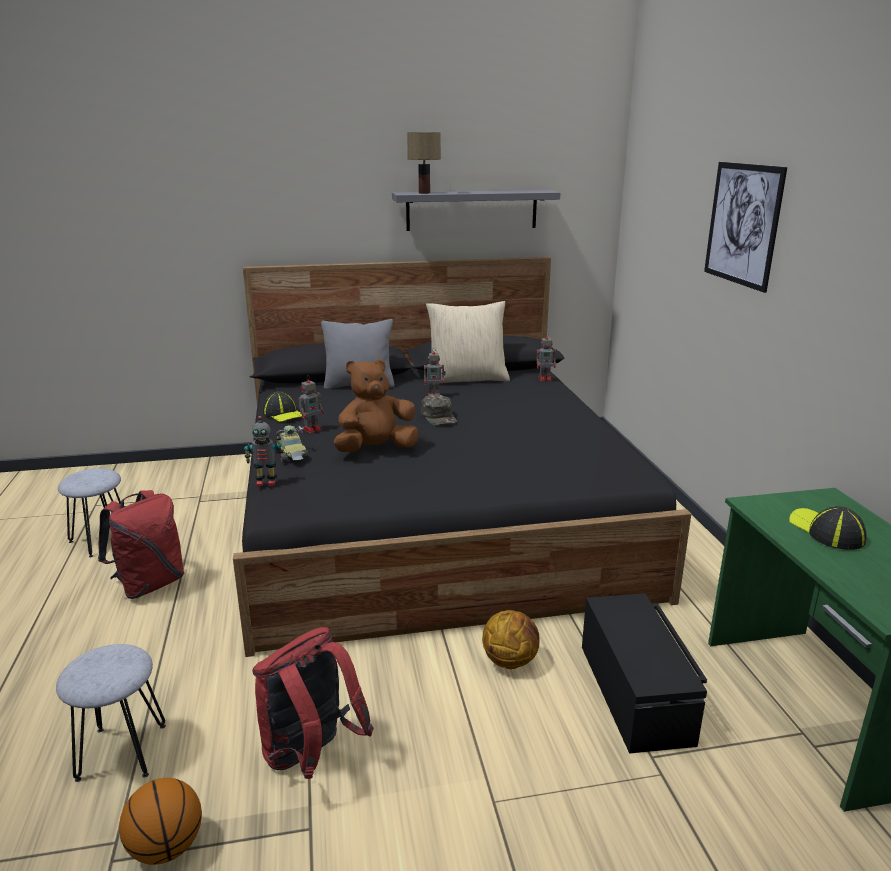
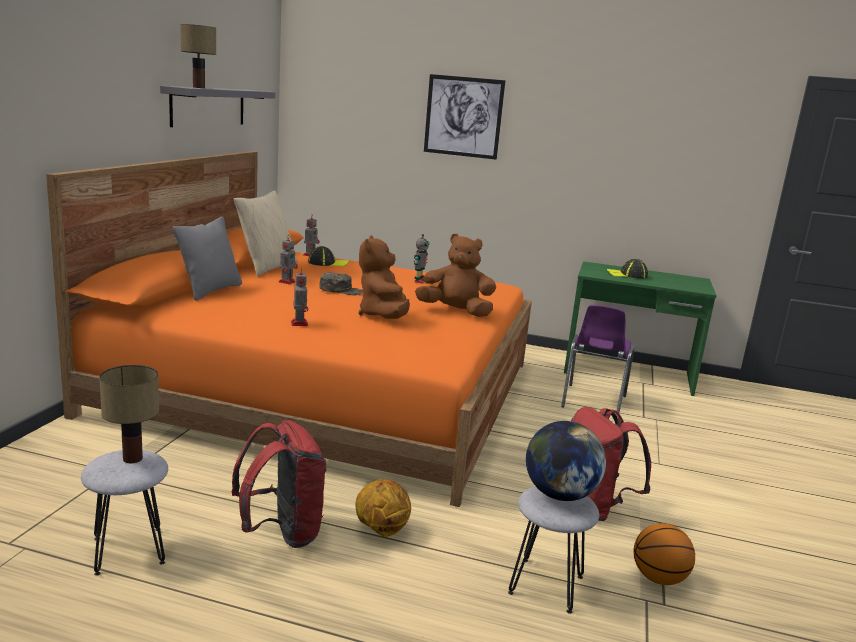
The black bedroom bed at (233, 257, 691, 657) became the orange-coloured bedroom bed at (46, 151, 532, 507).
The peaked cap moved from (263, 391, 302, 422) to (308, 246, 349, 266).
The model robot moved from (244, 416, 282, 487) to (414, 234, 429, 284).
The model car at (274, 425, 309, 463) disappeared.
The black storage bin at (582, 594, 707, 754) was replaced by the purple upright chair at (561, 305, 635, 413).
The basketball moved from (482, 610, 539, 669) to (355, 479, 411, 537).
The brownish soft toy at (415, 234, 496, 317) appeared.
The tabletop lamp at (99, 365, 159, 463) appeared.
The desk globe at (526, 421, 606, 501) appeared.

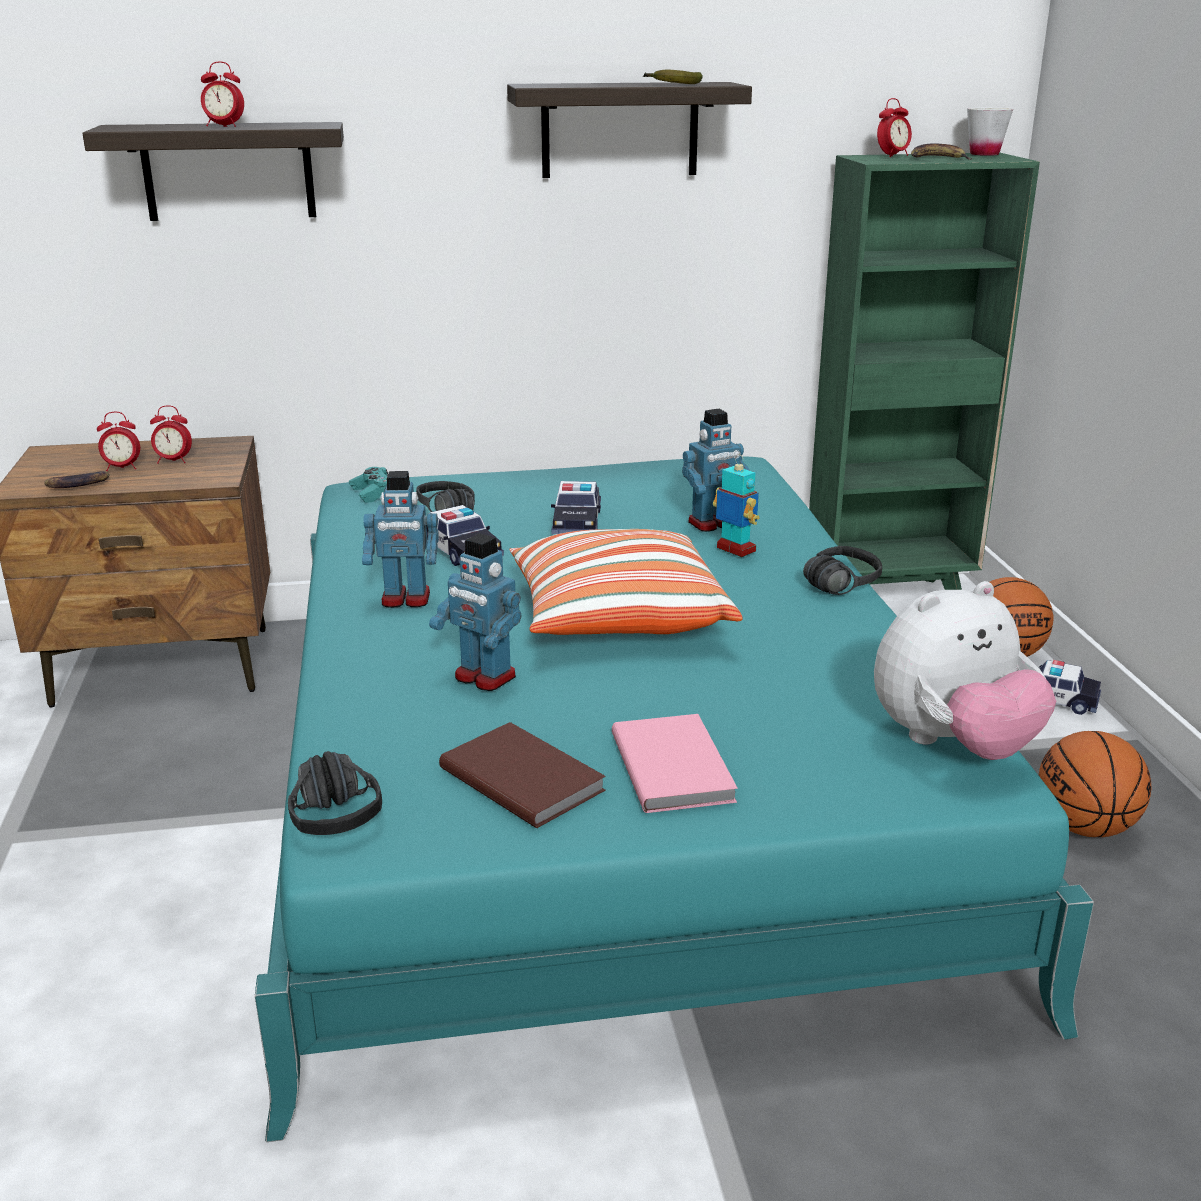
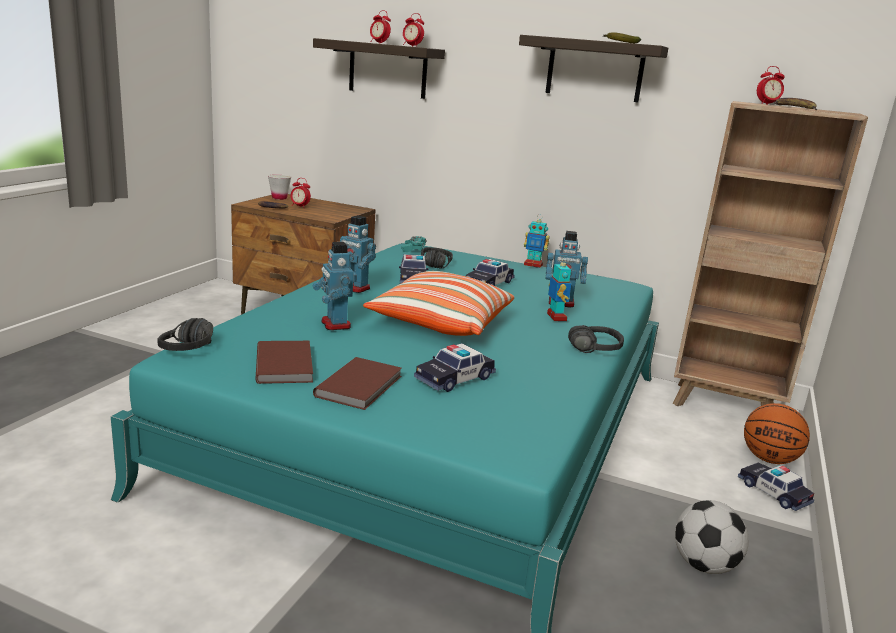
The white-coloured cup moved from (967, 107, 1013, 156) to (268, 174, 291, 200).
The green bookcase at (809, 153, 1040, 590) became the brownish bookcase at (673, 101, 868, 406).
The table clock moved from (150, 405, 192, 464) to (403, 13, 424, 47).
The soft toy at (874, 581, 1056, 760) disappeared.
The pink bound book at (612, 714, 738, 813) became the brownish bound book at (313, 357, 402, 410).
The basketball at (1039, 731, 1151, 837) was replaced by the ball for football at (675, 500, 749, 574).
The model robot at (524, 214, 550, 268) appeared.
The model car at (414, 343, 496, 392) appeared.

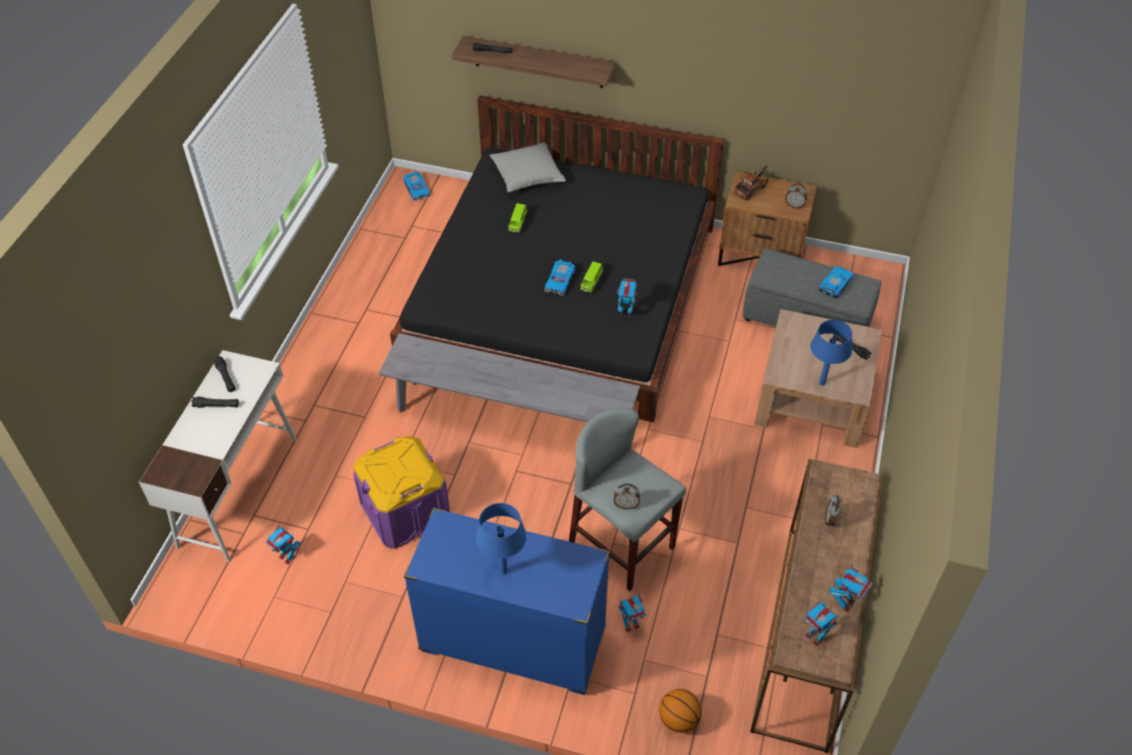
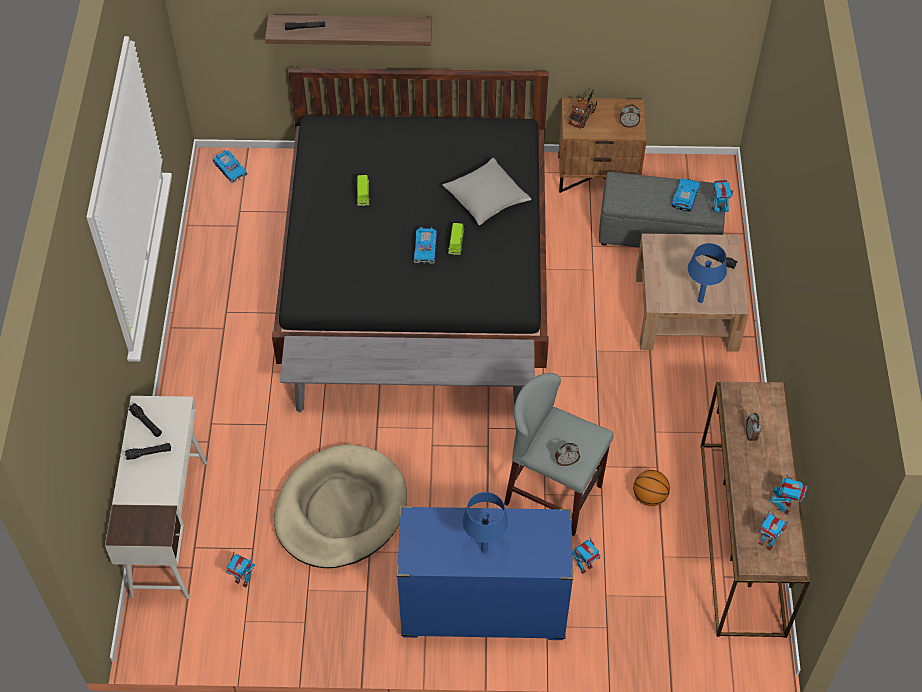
The grey throw pillow moved from (490, 142, 566, 192) to (442, 158, 531, 225).
The model robot moved from (617, 278, 637, 317) to (712, 180, 733, 216).
The purple storage bin at (353, 436, 450, 549) was replaced by the sand-coloured dog cushion at (274, 444, 407, 568).
The basketball moved from (659, 689, 702, 733) to (633, 470, 670, 506).

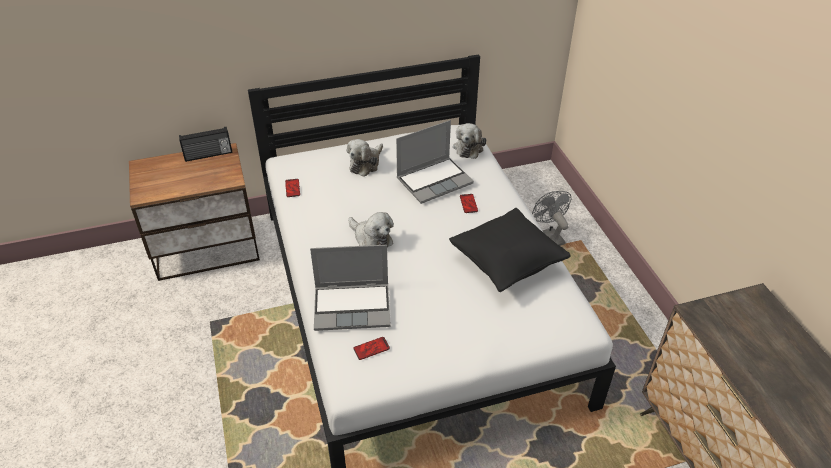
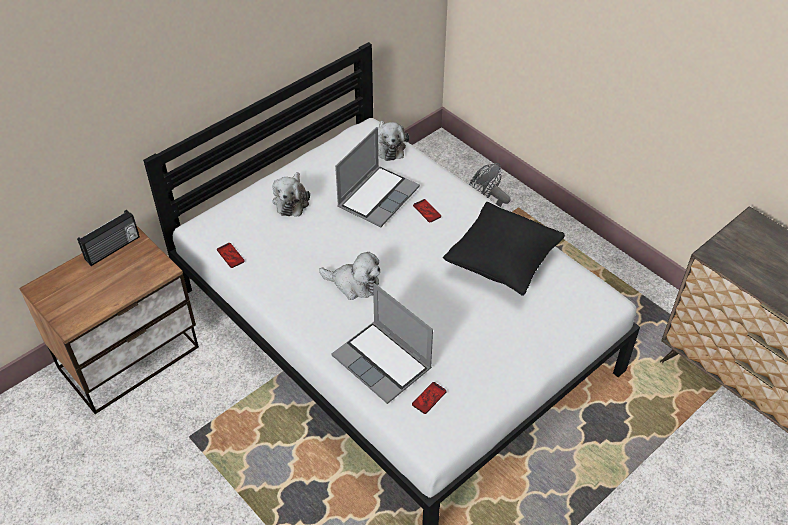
The portable computer at (310, 245, 391, 331) turned 75 degrees clockwise.

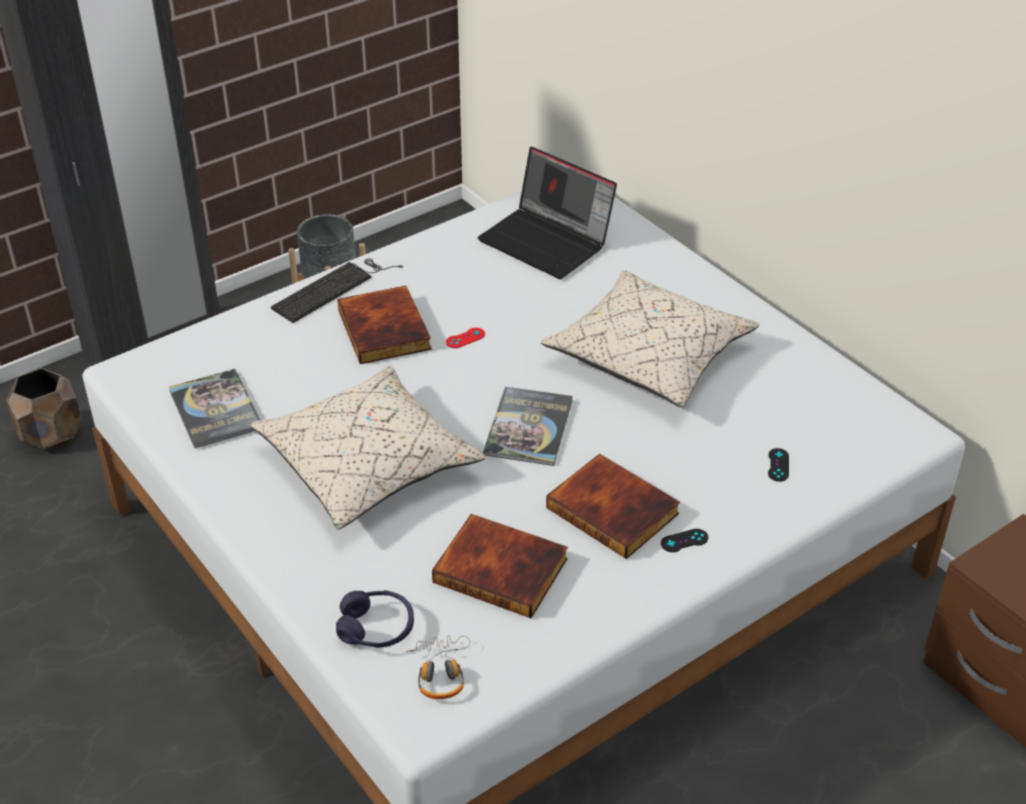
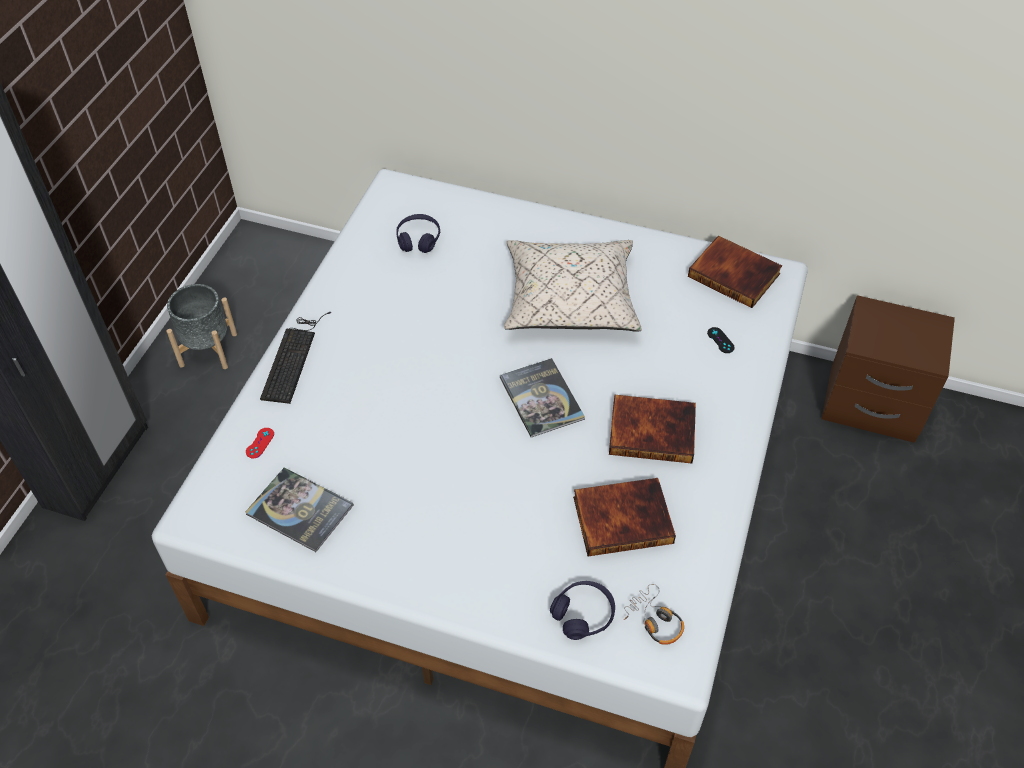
The portable computer at (478, 147, 617, 279) was replaced by the purple headset at (396, 214, 440, 253).
The bound book moved from (337, 286, 432, 364) to (688, 236, 782, 308).
The red-coloured joypad moved from (446, 328, 485, 348) to (246, 428, 274, 458).
The sand-coloured throw pillow at (250, 366, 486, 530) disappeared.
The brownish planter at (6, 368, 82, 451) disappeared.
The black joypad at (661, 529, 708, 552) disappeared.

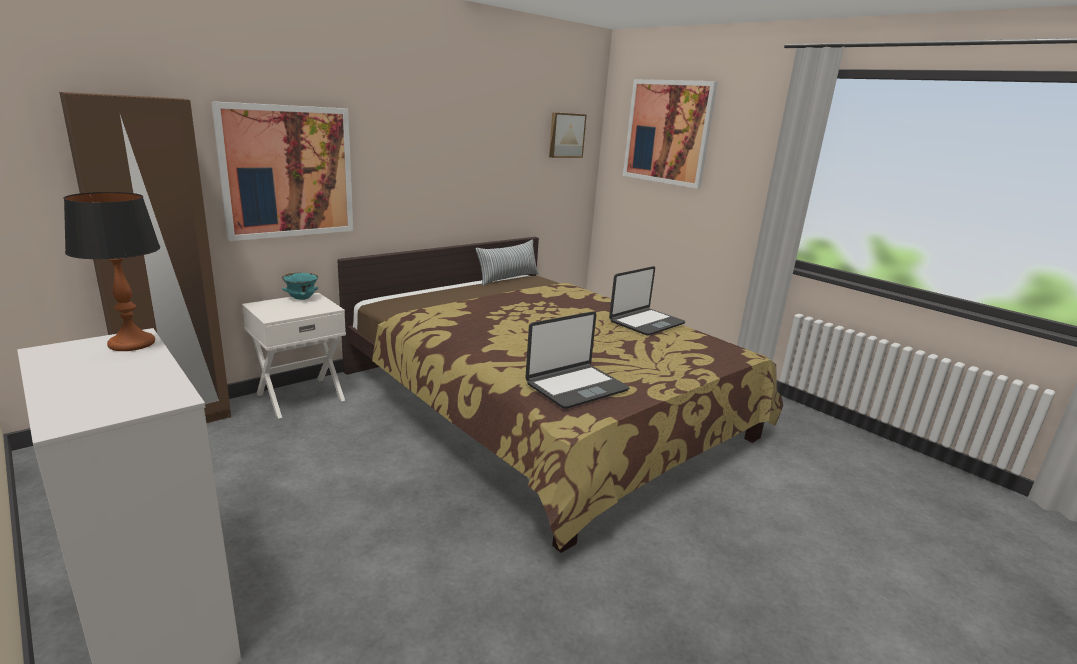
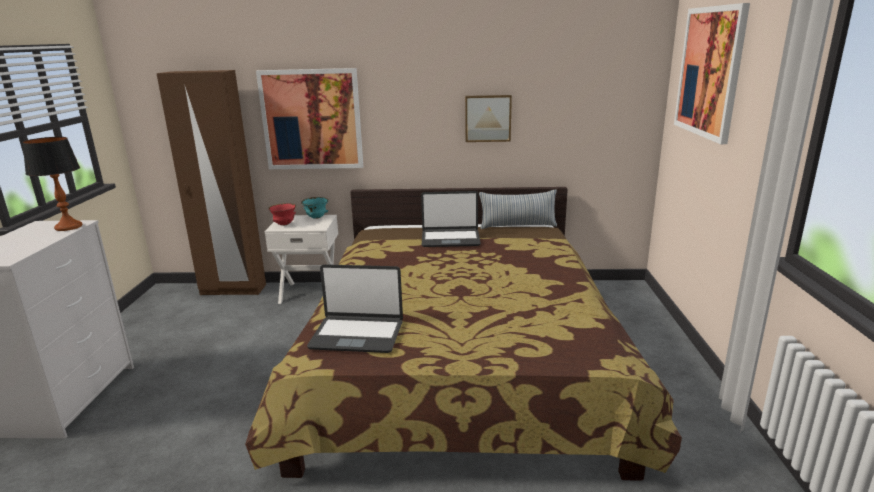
The wall picture moved from (549, 112, 587, 158) to (465, 95, 512, 142).
The portable computer moved from (609, 266, 686, 336) to (421, 191, 481, 247).
The red-coloured bowl at (268, 203, 296, 226) appeared.

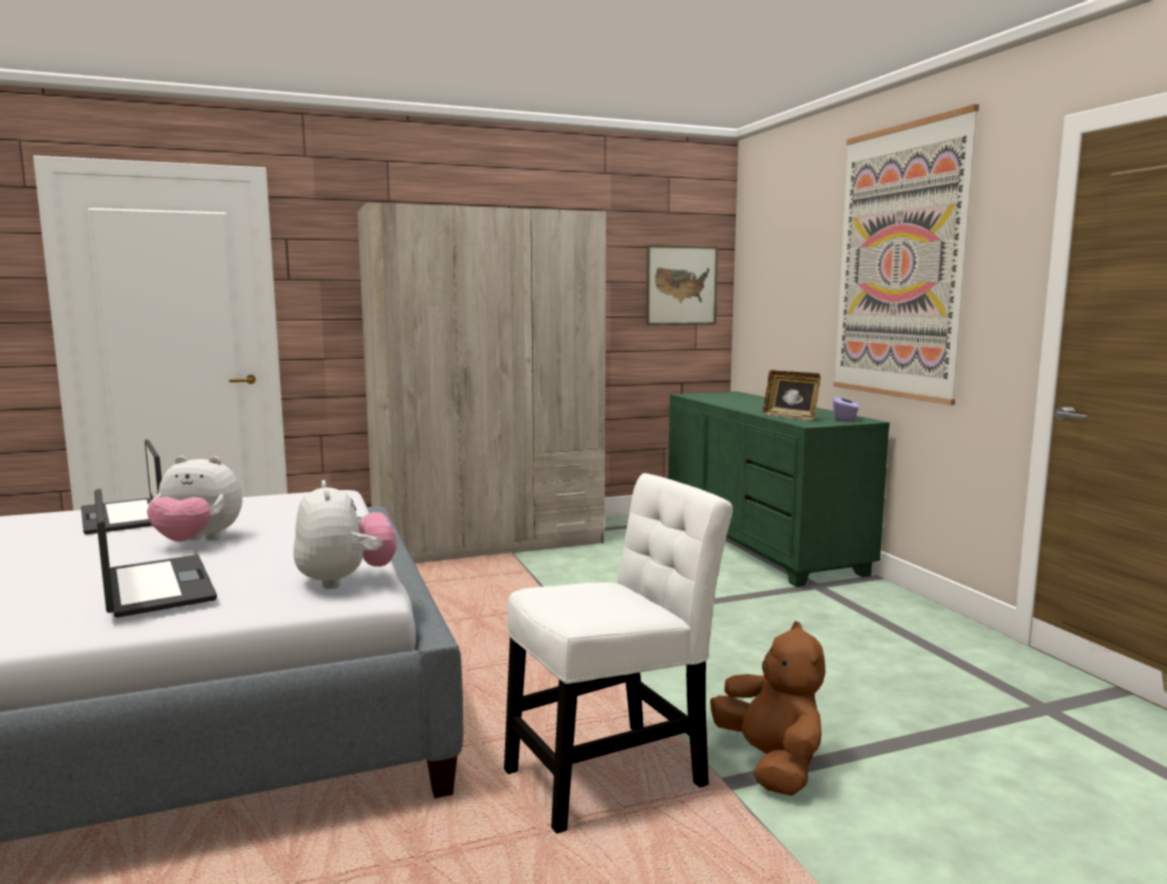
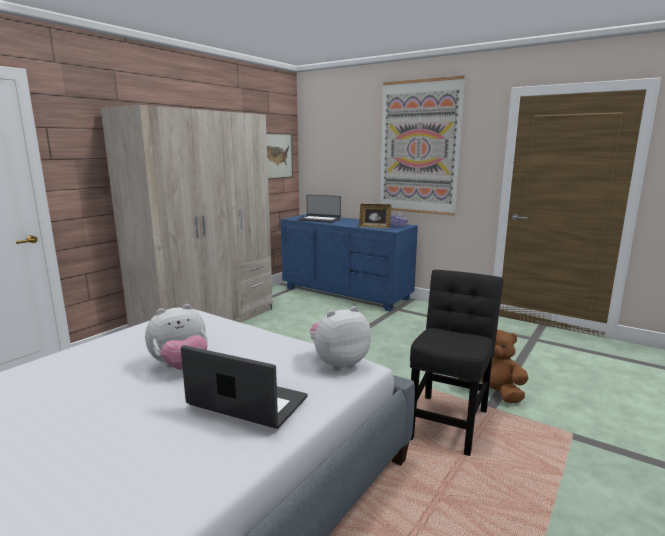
The green chest of drawers at (668, 391, 890, 587) became the blue chest of drawers at (281, 214, 418, 311).
The portable computer moved from (81, 439, 162, 535) to (297, 194, 341, 223).
The white-coloured upright chair at (504, 473, 733, 834) became the black upright chair at (410, 270, 503, 456).
The soft toy at (293, 480, 397, 589) turned 60 degrees counterclockwise.

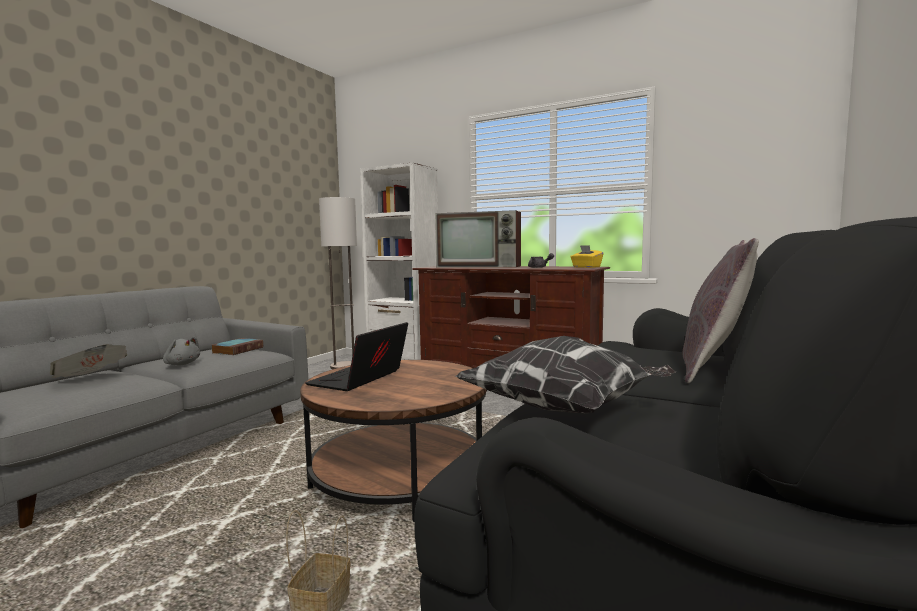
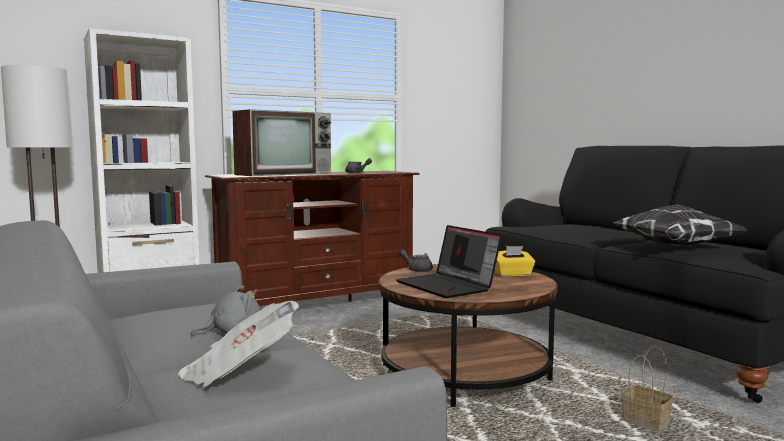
The grey throw pillow at (682, 238, 759, 383) disappeared.
The yellow-coloured box of tissues moved from (570, 245, 604, 268) to (494, 246, 535, 277).
The bound book at (212, 338, 263, 355) disappeared.
The grey pot for tea at (399, 249, 433, 272) appeared.

